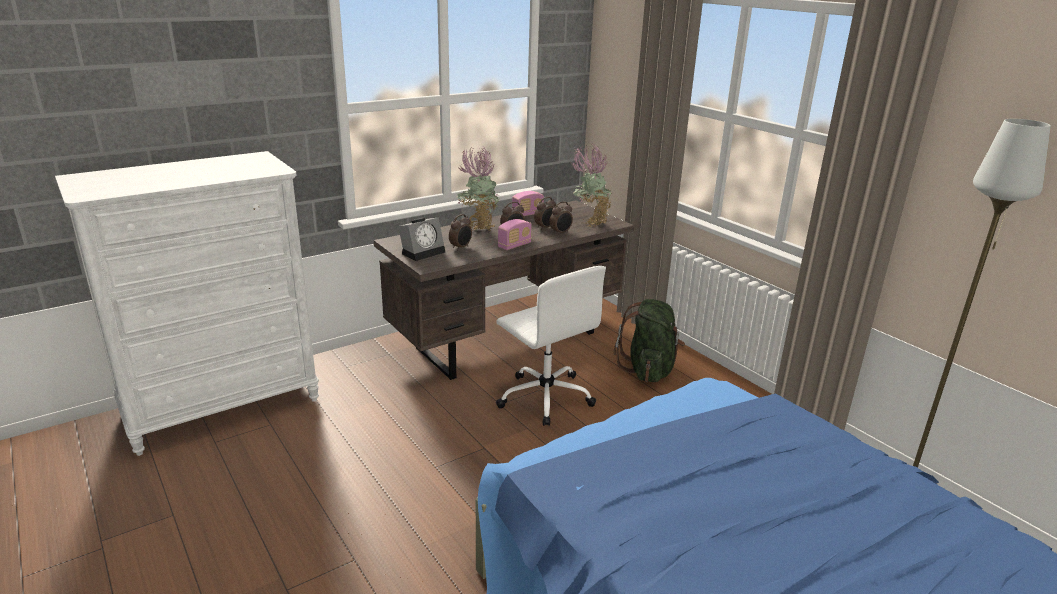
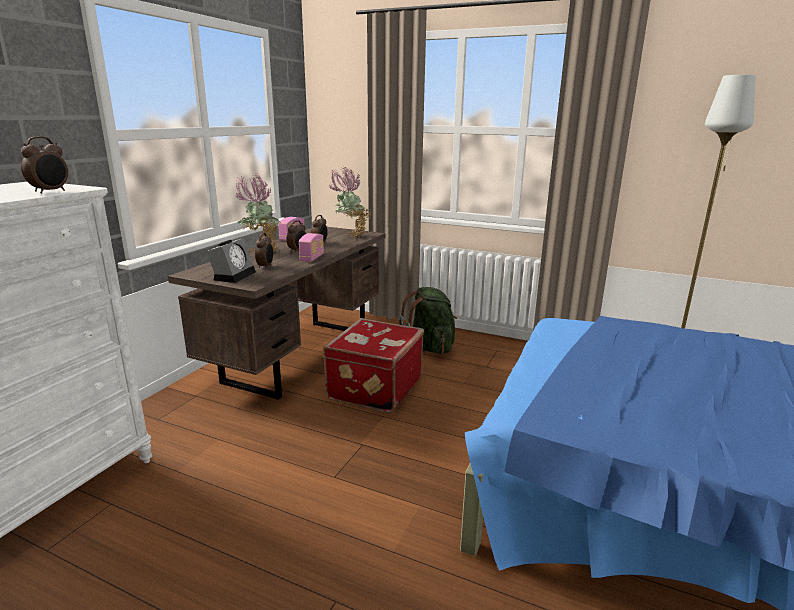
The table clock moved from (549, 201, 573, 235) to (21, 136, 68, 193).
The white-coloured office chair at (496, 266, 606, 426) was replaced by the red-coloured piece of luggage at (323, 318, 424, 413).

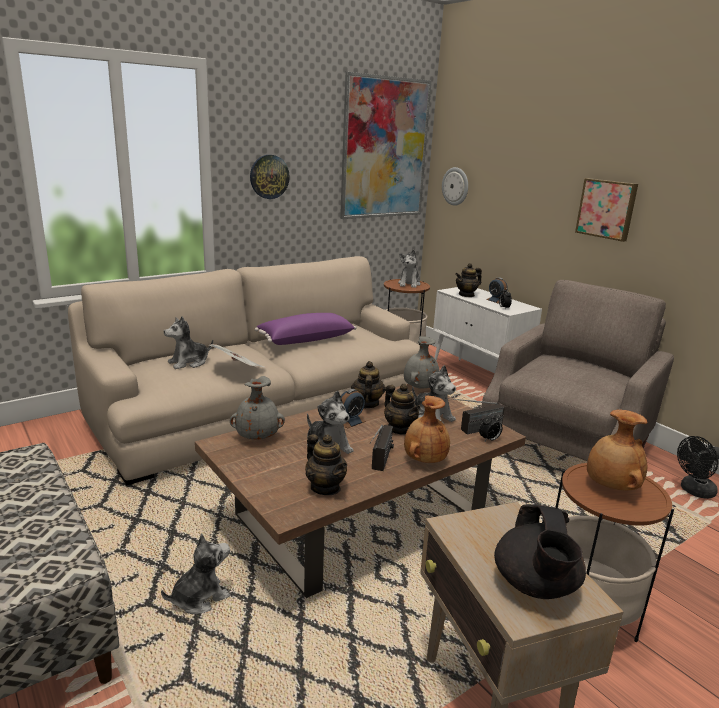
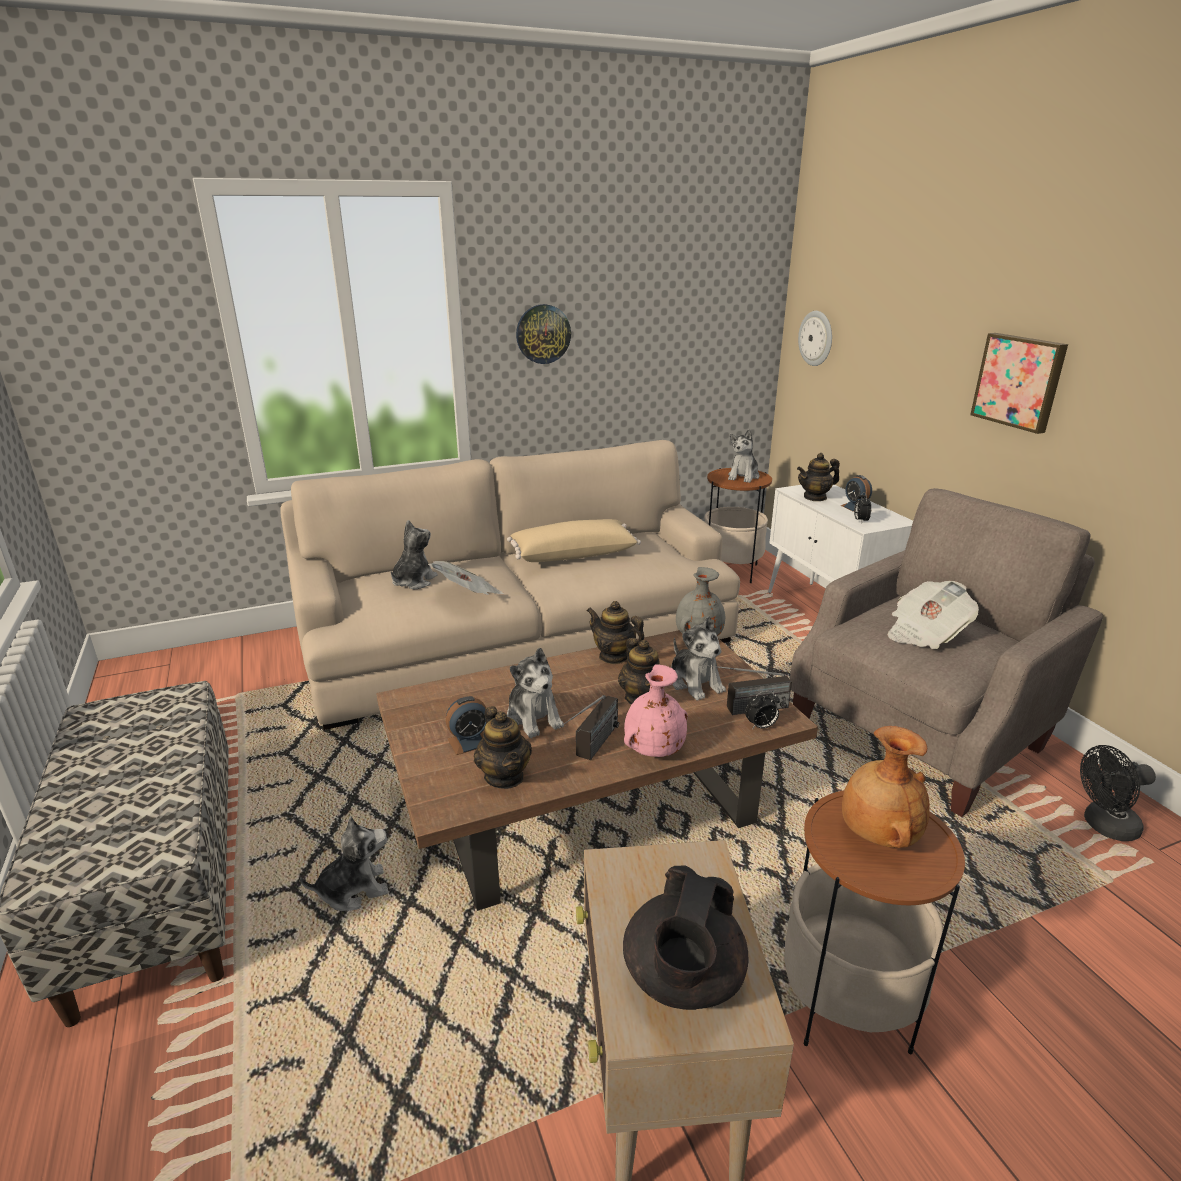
The wall picture at (340, 72, 432, 219) disappeared.
The purple throw pillow at (255, 313, 357, 345) became the sand-coloured throw pillow at (507, 519, 641, 562).
The soft toy at (164, 316, 213, 369) turned 135 degrees clockwise.
The pot for tea at (351, 361, 386, 408) turned 75 degrees counterclockwise.
The grey decorative vase at (230, 376, 285, 440) disappeared.
The table clock moved from (341, 389, 366, 429) to (446, 696, 486, 755).
The brownish decorative vase at (404, 396, 450, 463) became the pink decorative vase at (624, 664, 688, 757).
The newspaper at (888, 581, 979, 649) appeared.

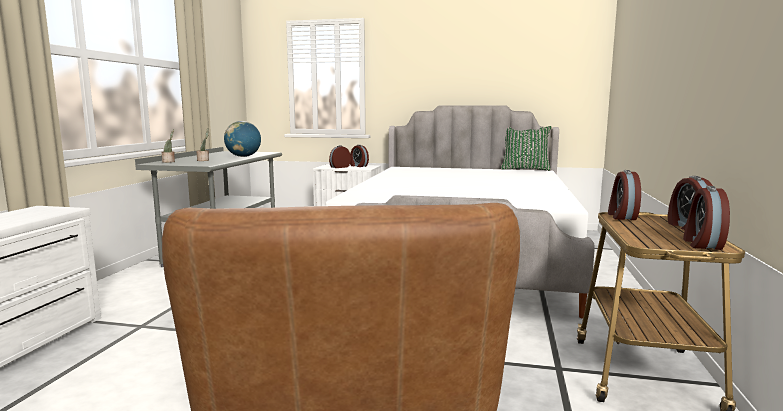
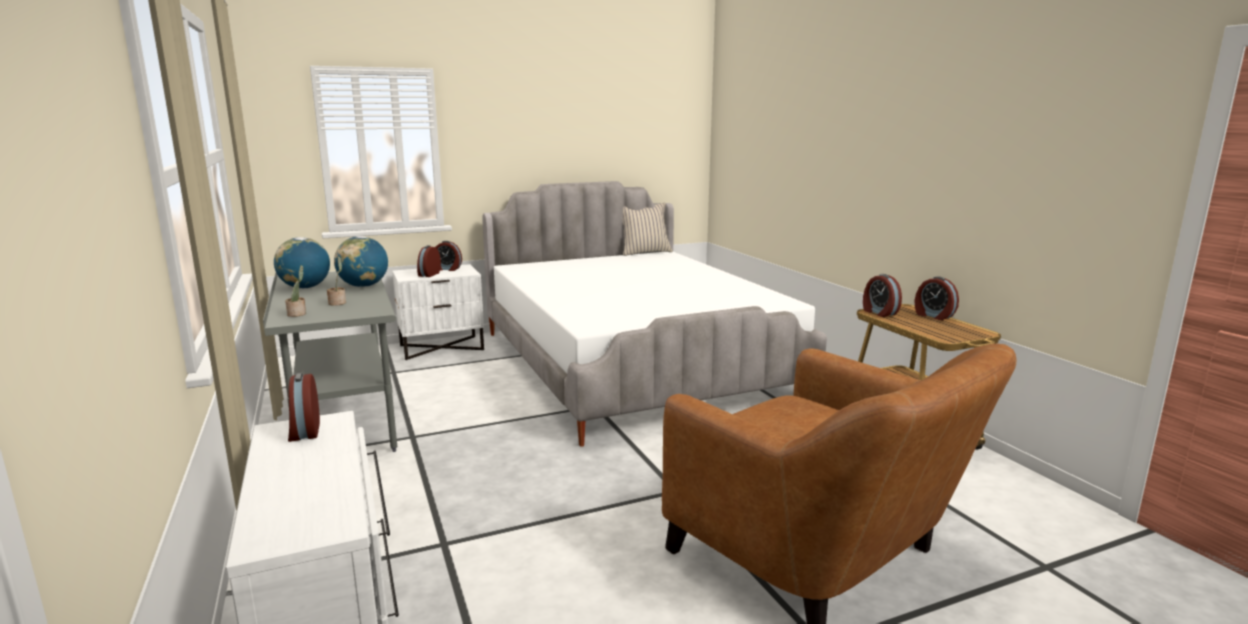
The green throw pillow at (501, 126, 552, 171) became the sand-coloured throw pillow at (623, 203, 673, 256).
The table clock moved from (683, 186, 730, 250) to (288, 373, 320, 442).
The desk globe at (274, 237, 330, 289) appeared.

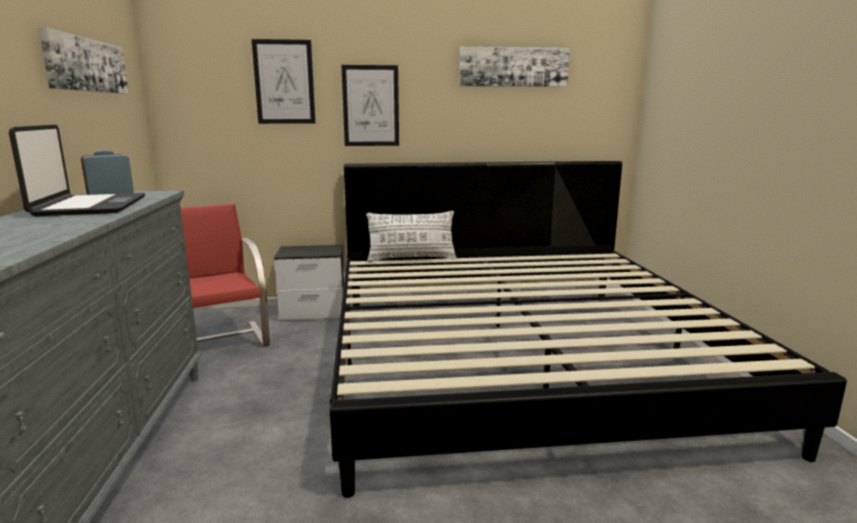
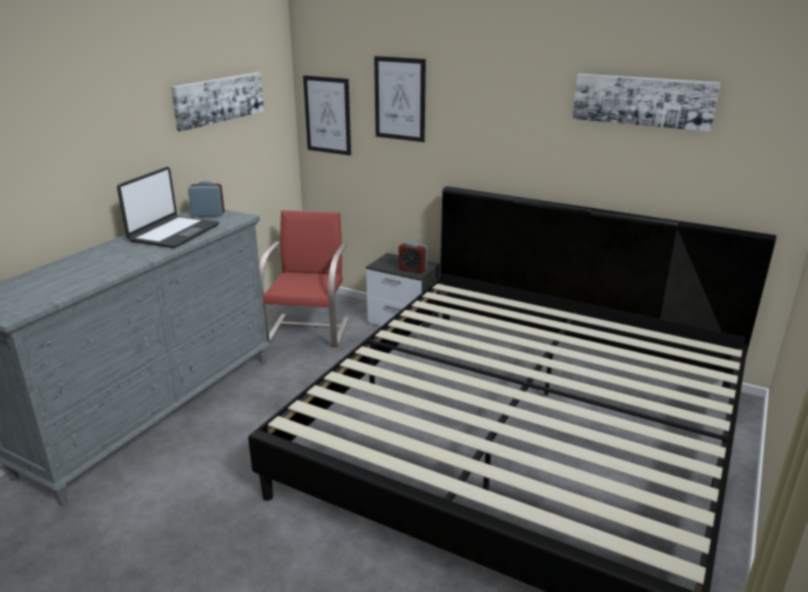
The wall picture moved from (341, 65, 399, 146) to (303, 75, 351, 155).
The white-coloured throw pillow at (366, 211, 457, 262) disappeared.
The table clock at (399, 242, 427, 273) appeared.

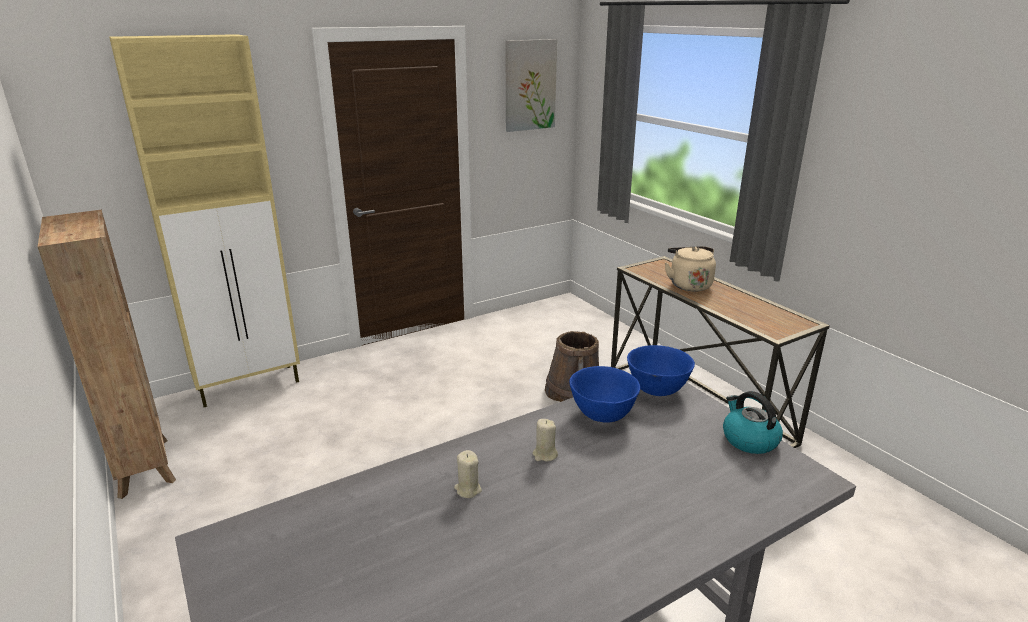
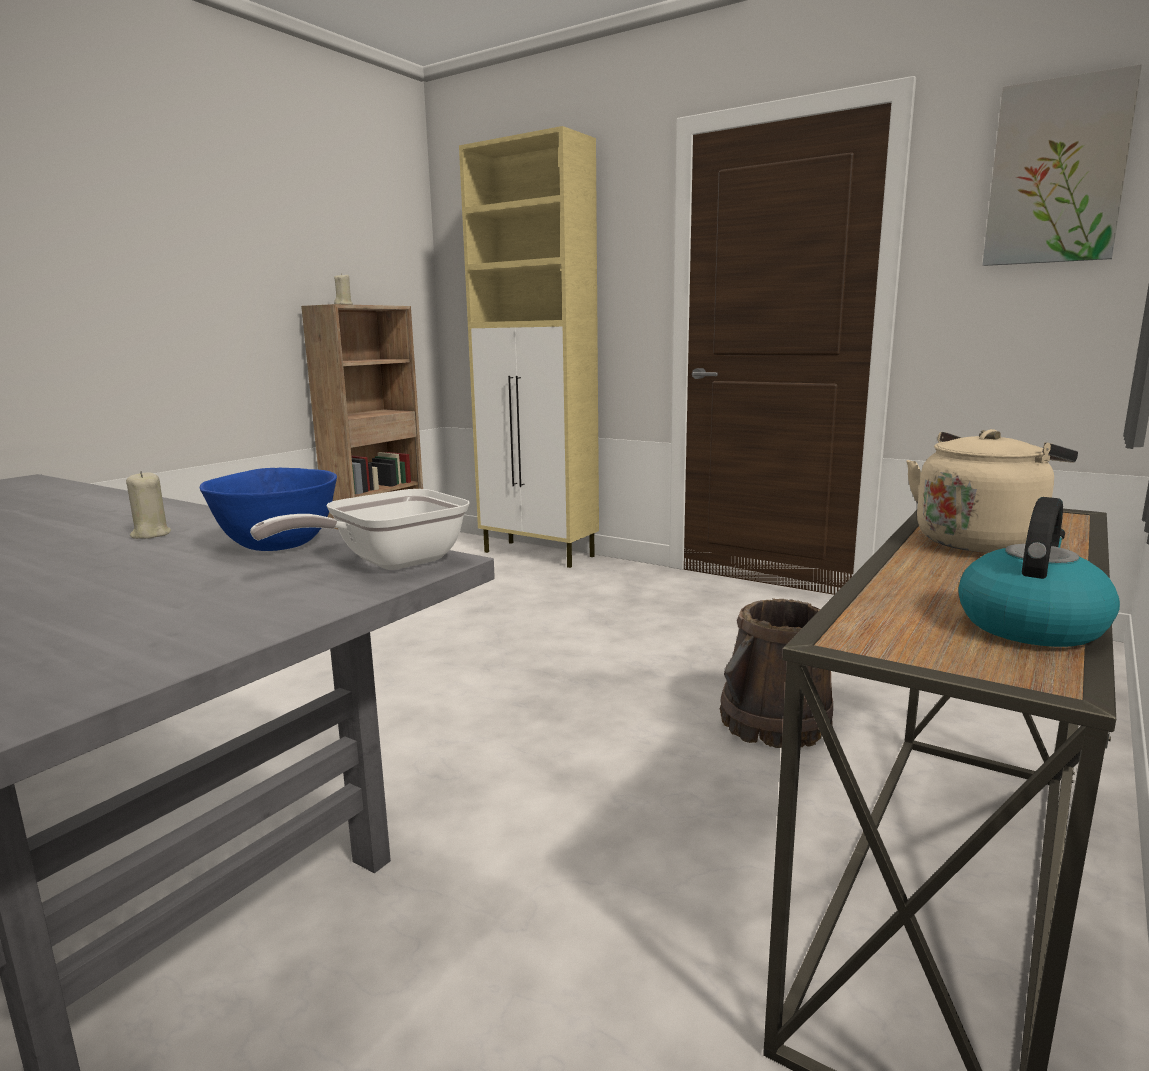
The blue bowl at (627, 345, 695, 396) was replaced by the skillet at (250, 489, 469, 570).
The tea kettle moved from (723, 391, 783, 454) to (958, 497, 1120, 647).
The sand-coloured wax candle moved from (454, 450, 482, 498) to (334, 273, 353, 305).

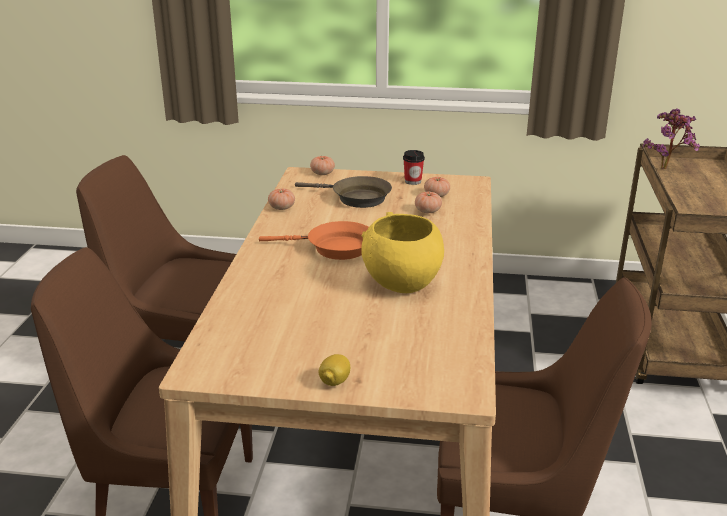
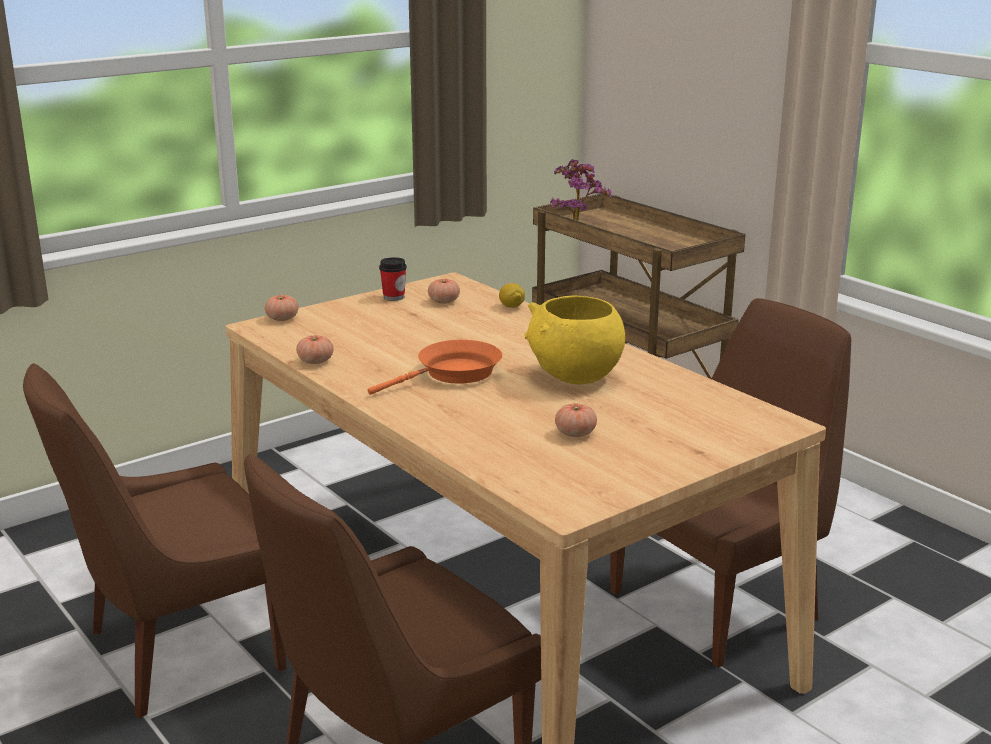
The brownish skillet at (295, 176, 392, 208) disappeared.
The fresh tomato moved from (415, 192, 442, 213) to (555, 403, 597, 437).
The citrus fruit moved from (318, 354, 350, 386) to (499, 283, 525, 308).

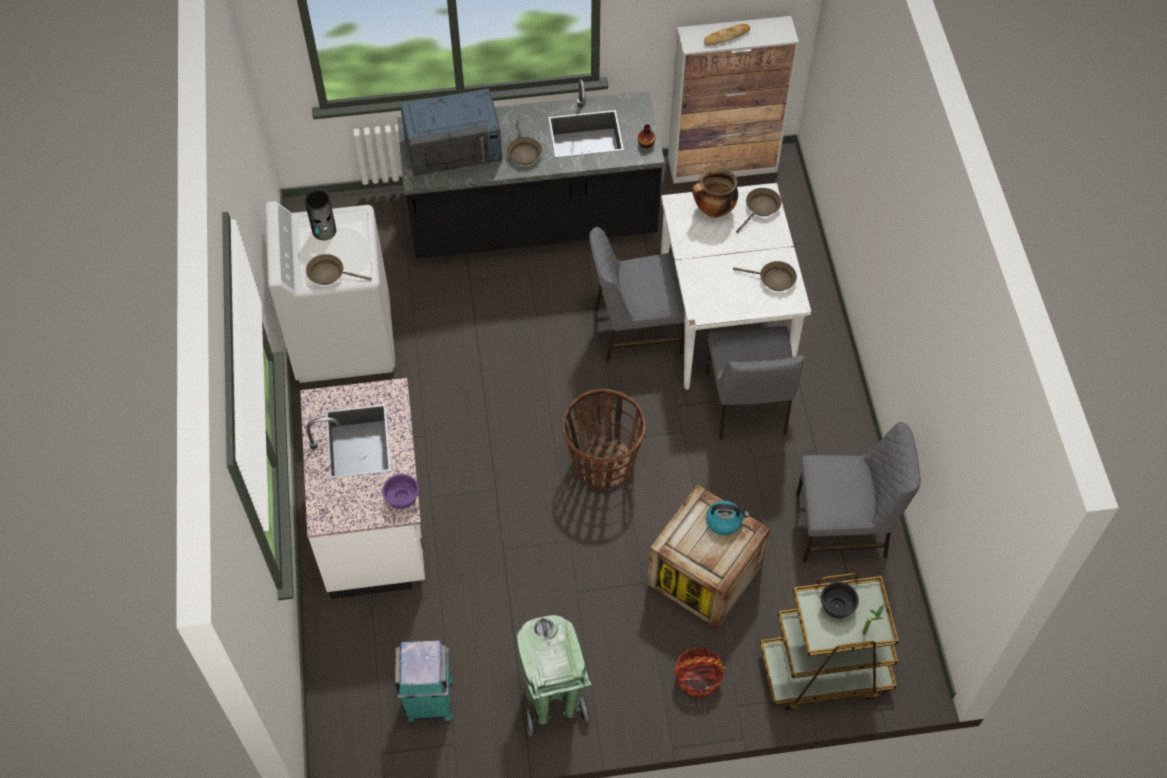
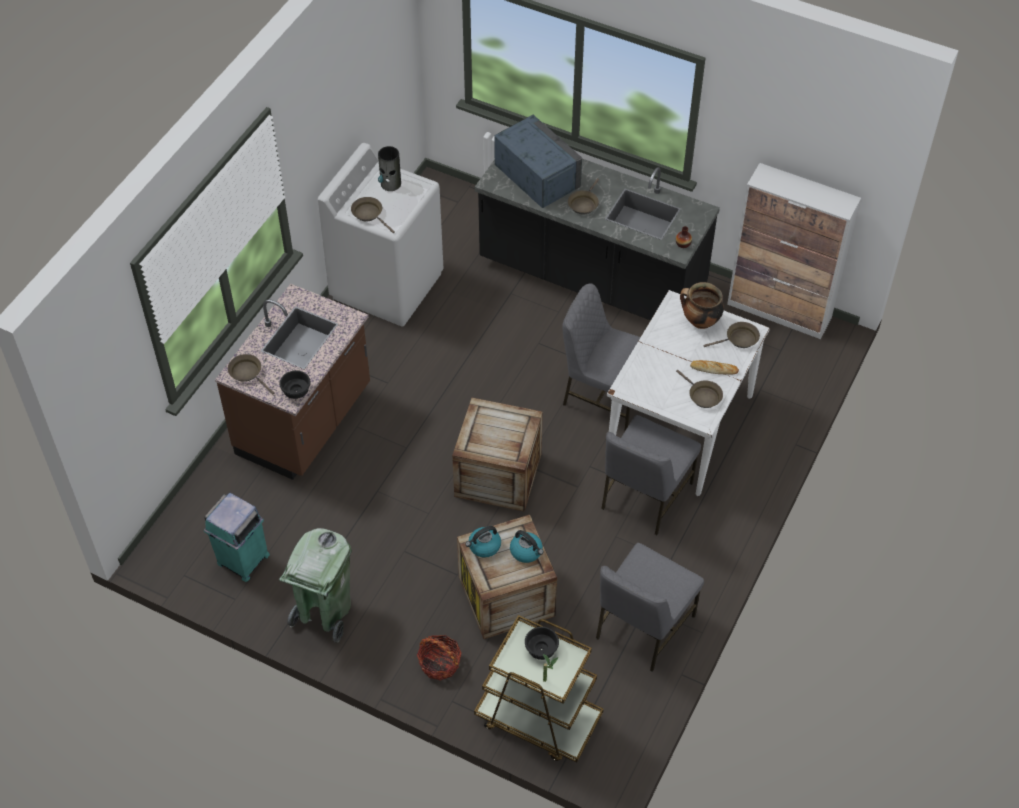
The baked bread moved from (704, 24, 750, 45) to (690, 360, 739, 375).
The blue kitchen microwave at (401, 89, 502, 176) turned 150 degrees counterclockwise.
The white-coloured kitchen base unit at (300, 378, 425, 599) became the brownish kitchen base unit at (215, 284, 370, 480).
The household basket at (563, 389, 645, 490) was replaced by the packing crate at (452, 398, 543, 512).
The grey upright chair at (796, 422, 921, 563) turned 90 degrees clockwise.
The purple bowl at (382, 474, 419, 509) became the black bowl at (279, 370, 311, 399).
The brownish skillet at (228, 354, 274, 394) appeared.
The tea kettle at (466, 526, 501, 558) appeared.

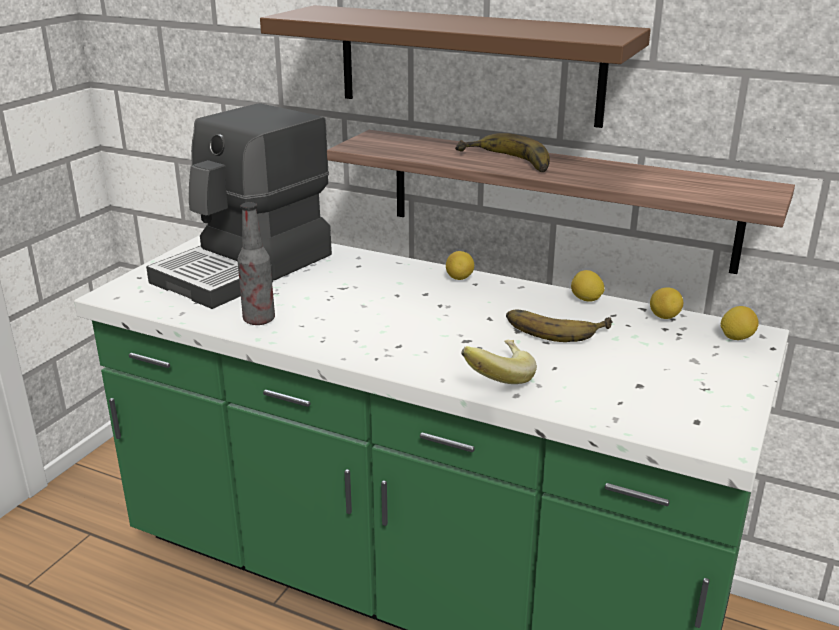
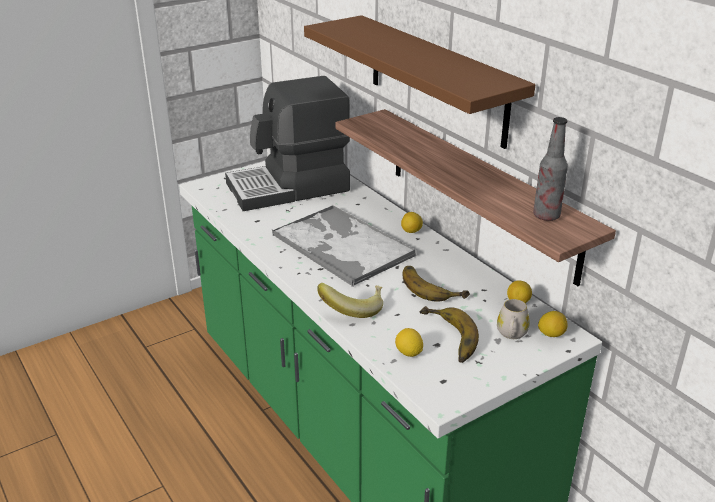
The banana moved from (455, 133, 550, 172) to (419, 306, 479, 363).
The bottle moved from (237, 202, 275, 325) to (533, 117, 568, 221).
The citrus fruit moved from (571, 270, 605, 302) to (395, 328, 423, 357).
The serving tray at (272, 205, 416, 287) appeared.
The white-coloured mug at (497, 299, 530, 339) appeared.

